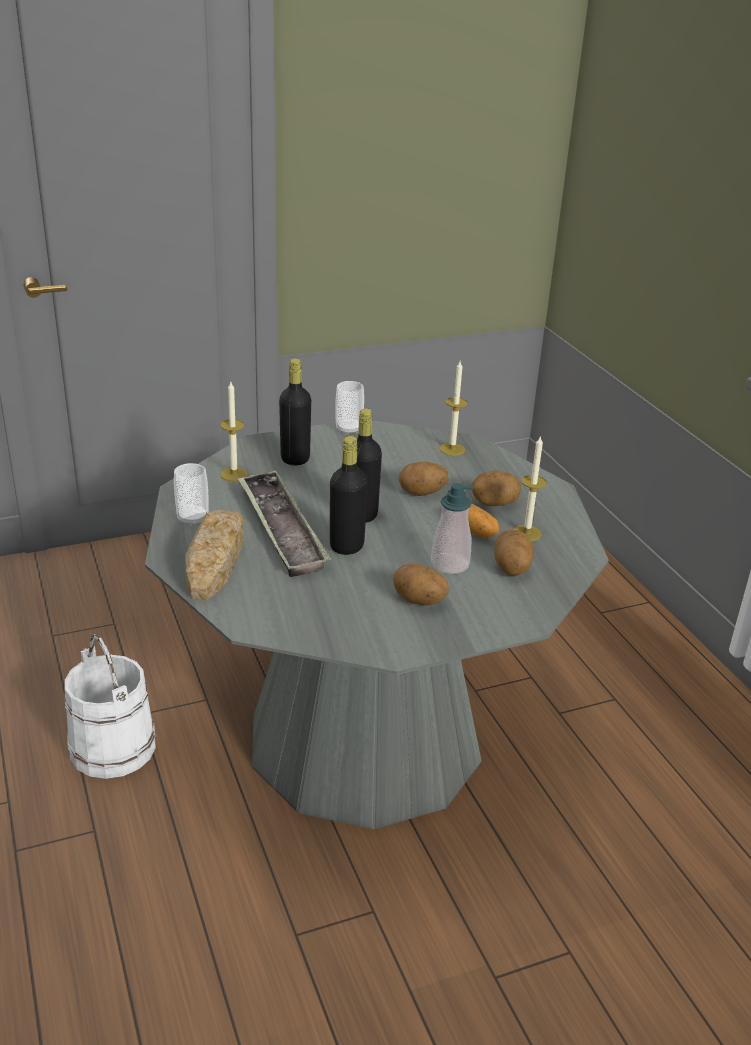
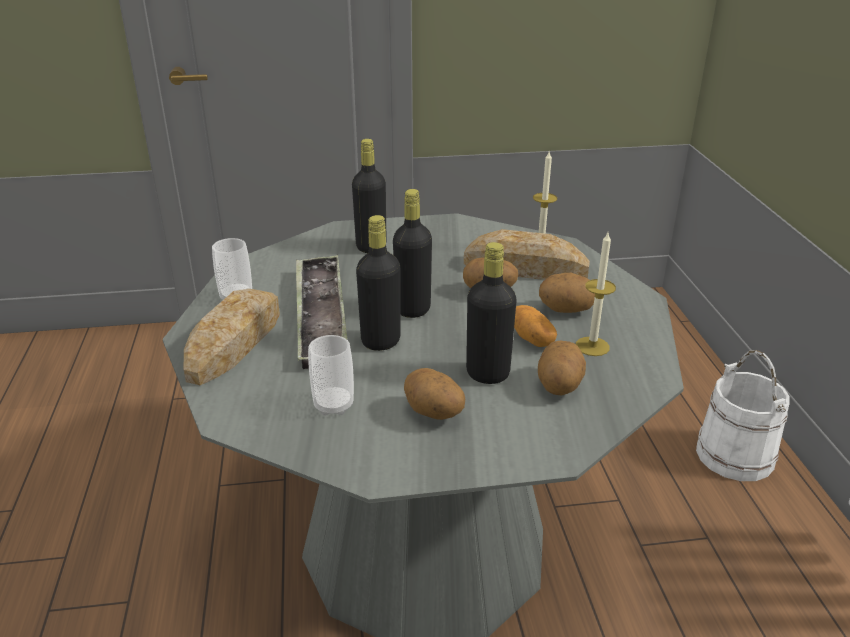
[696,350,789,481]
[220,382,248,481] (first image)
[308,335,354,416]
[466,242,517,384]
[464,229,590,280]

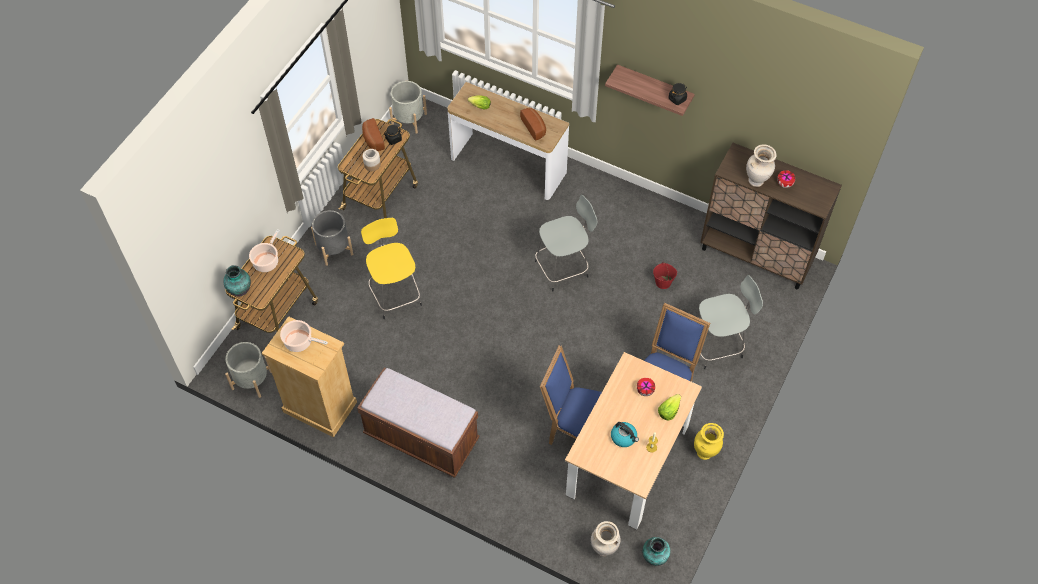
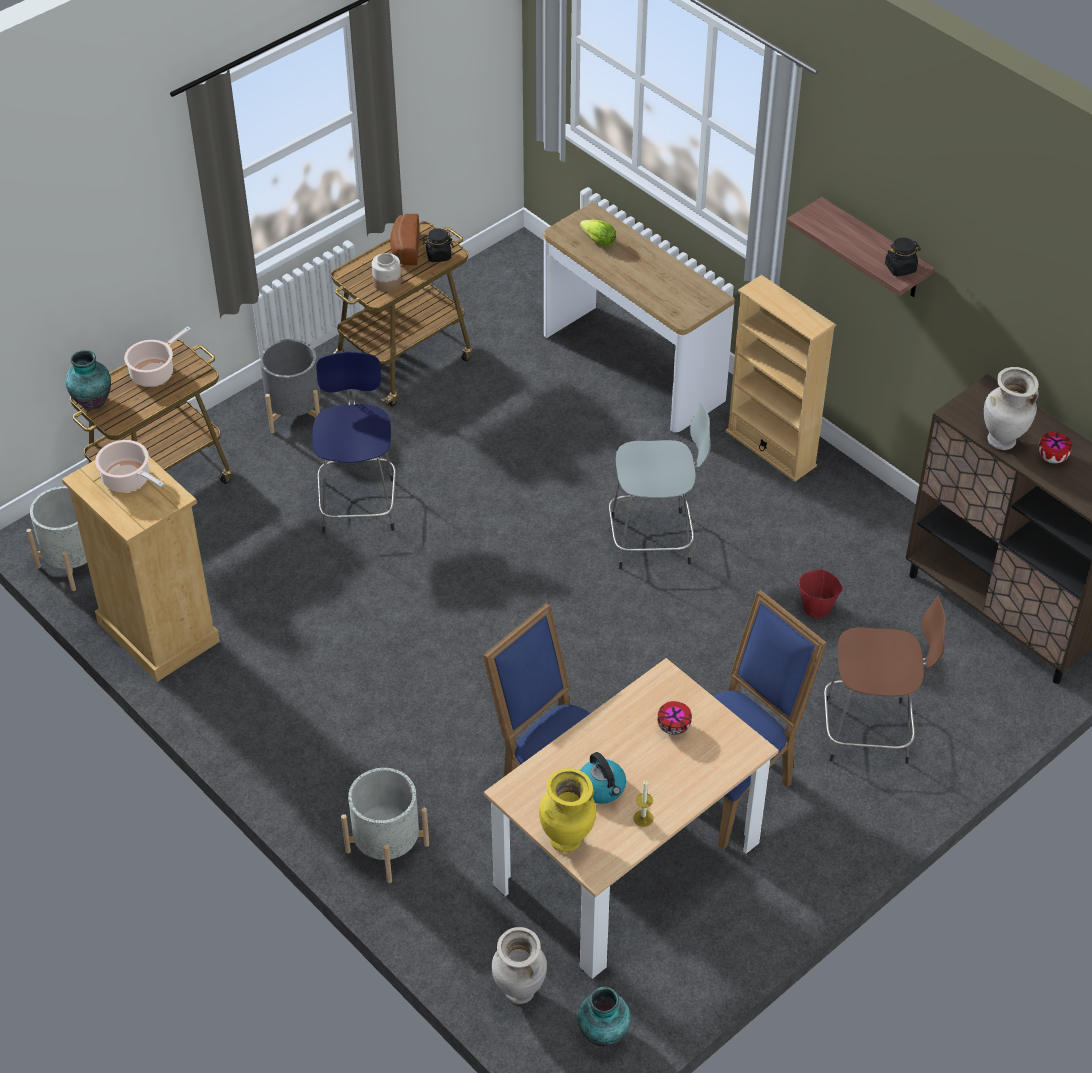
[357,368,480,478] (first image)
[312,352,396,534]
[341,768,429,883]
[520,108,546,141] (first image)
[658,394,681,421] (first image)
[539,768,596,853]
[824,596,946,764]
[726,275,836,482]

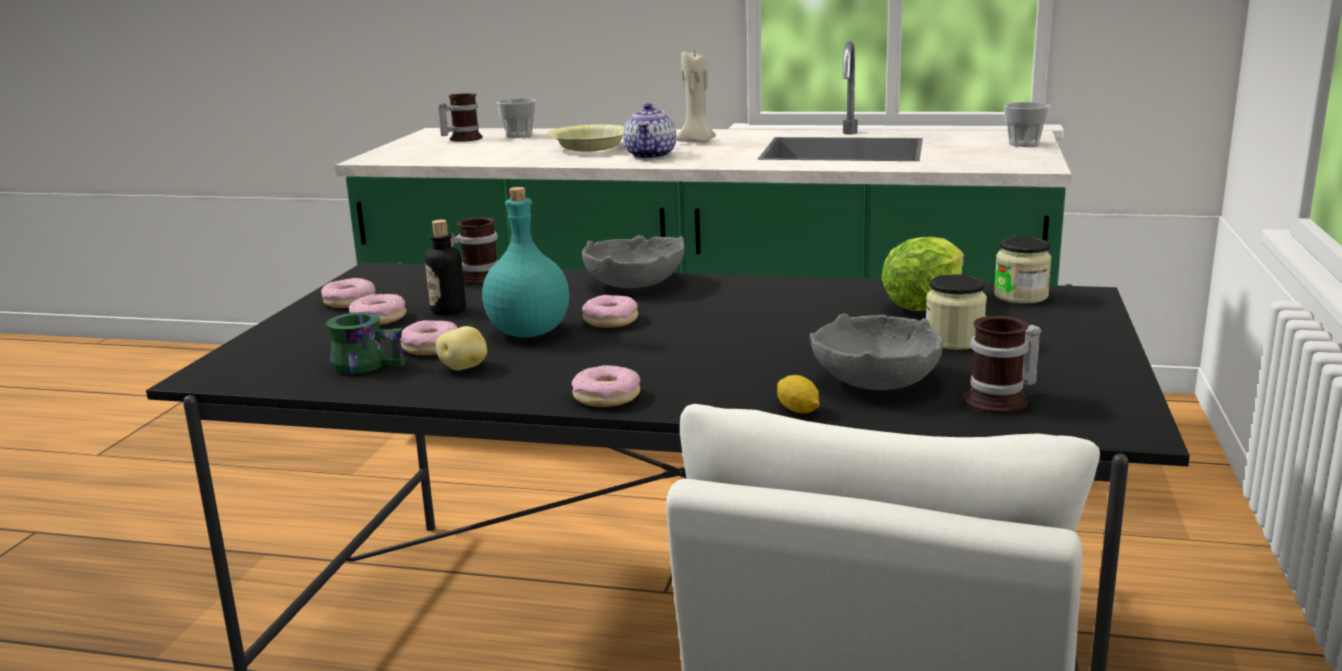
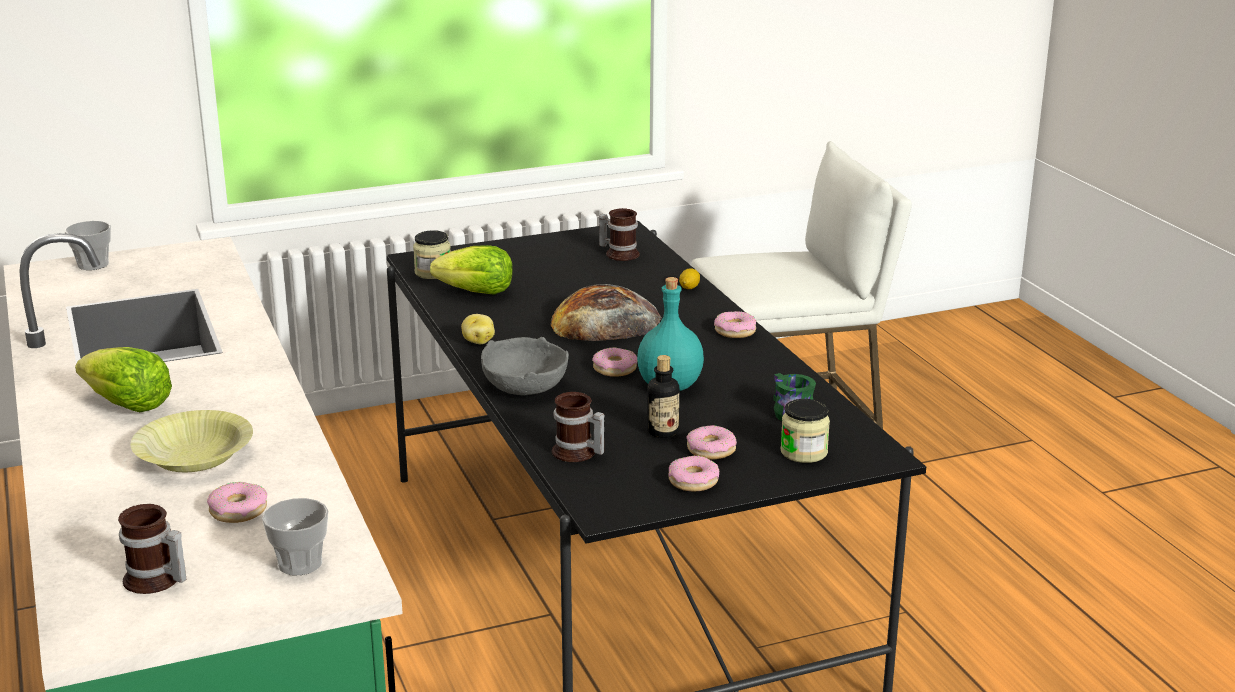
[207,482,267,523]
[461,314,495,344]
[262,498,329,575]
[623,103,676,159] (first image)
[75,347,172,412]
[810,313,943,390] (first image)
[781,399,830,463]
[550,284,662,341]

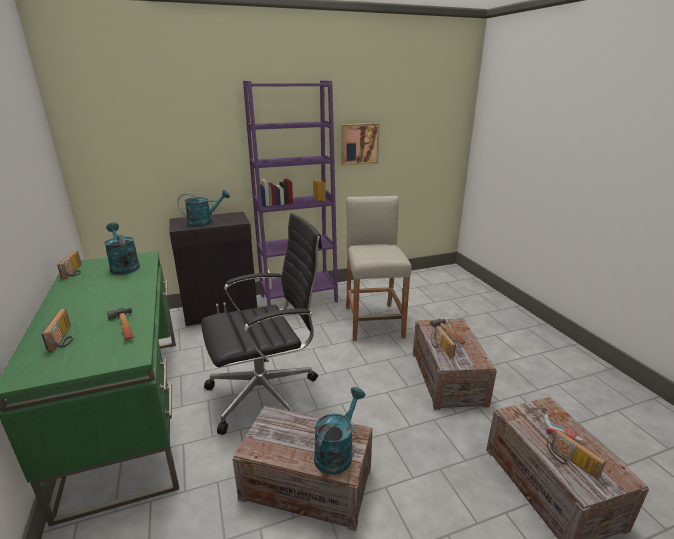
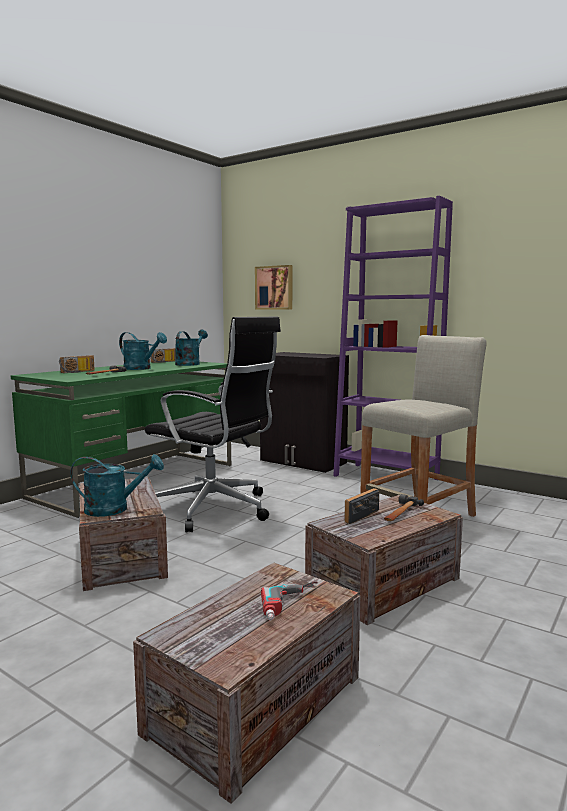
[119,332,167,370]
[255,265,292,310]
[547,430,606,479] (first image)

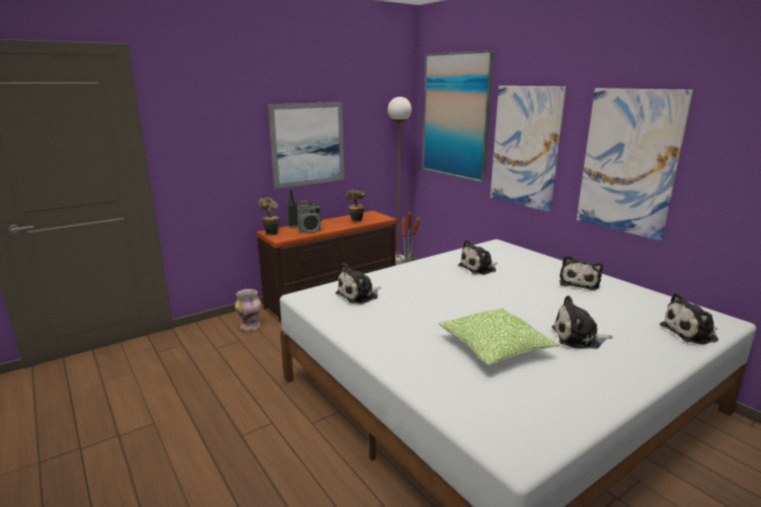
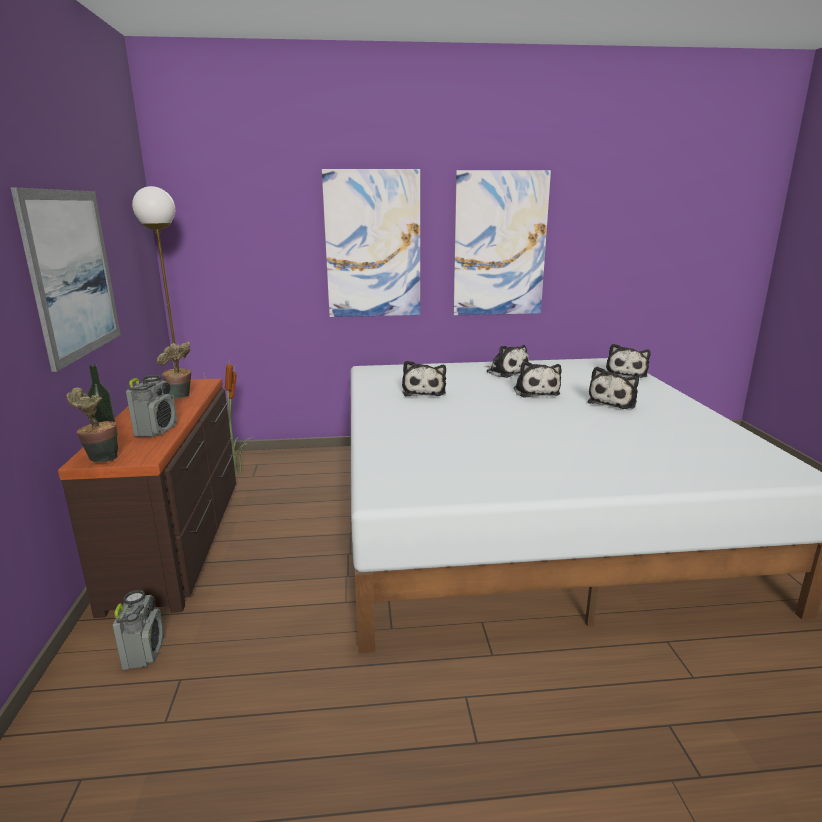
[112,590,164,670]
[514,361,562,398]
[422,50,495,183] (first image)
[438,308,559,365] (first image)

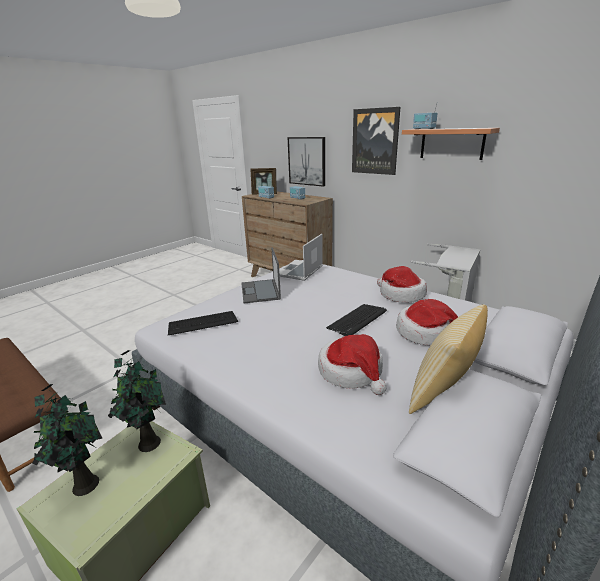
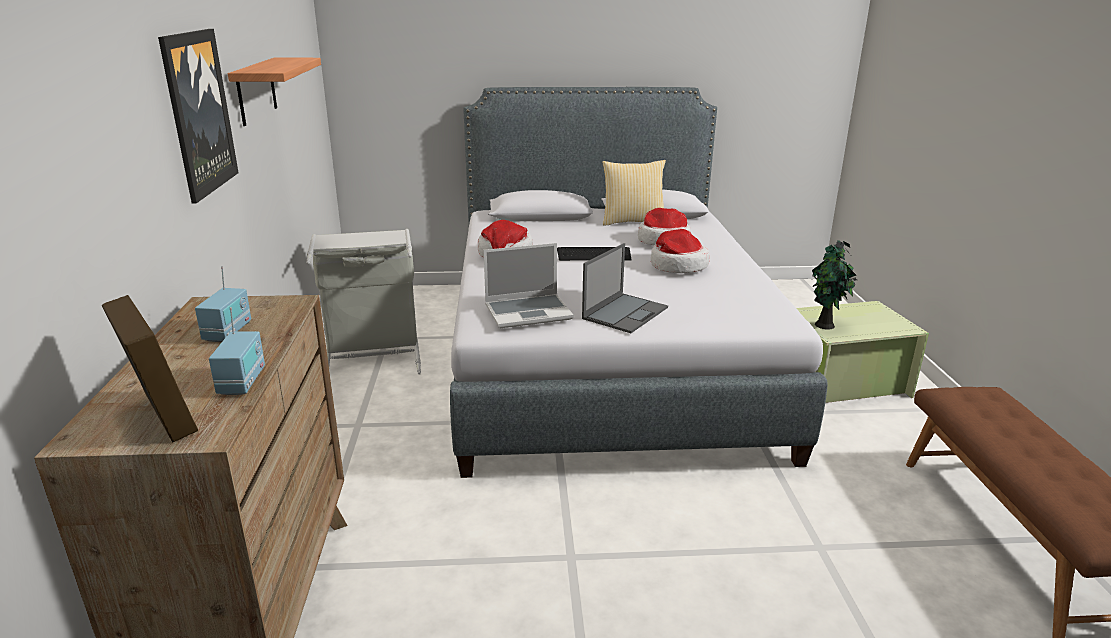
[33,384,102,496] (first image)
[168,311,238,335] (first image)
[287,137,325,187] (first image)
[651,229,709,273]
[413,104,438,129] (first image)

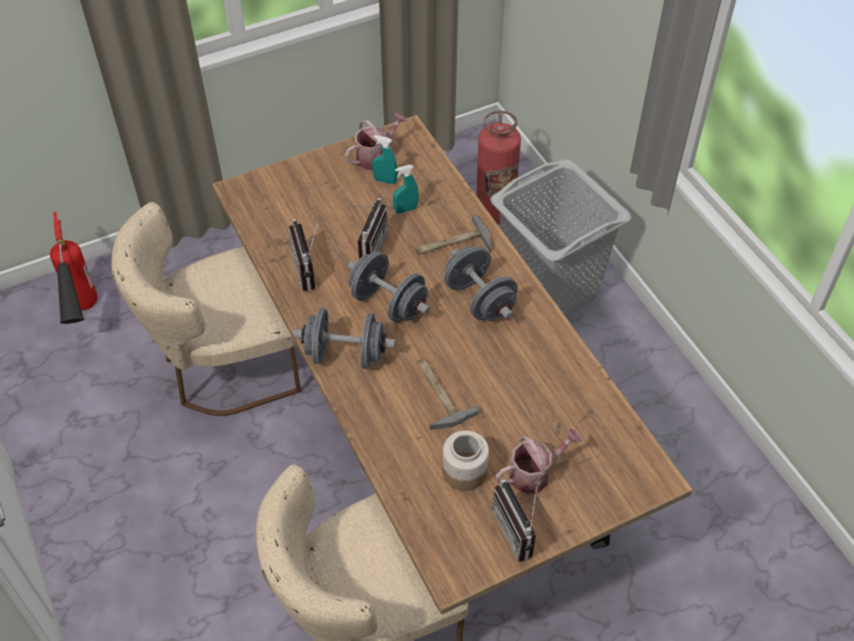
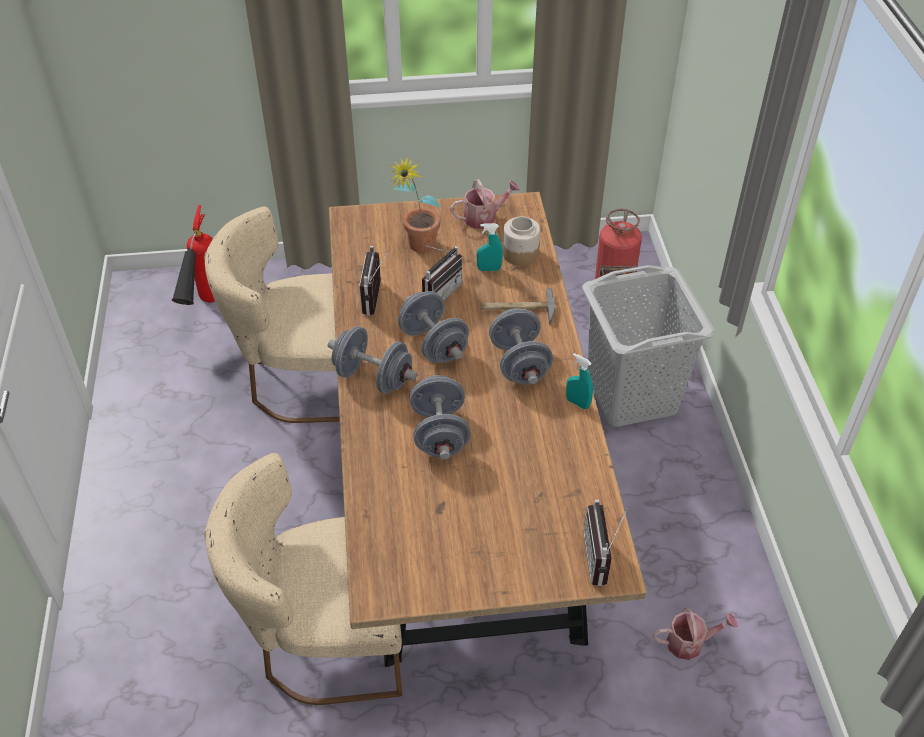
[566,353,593,409]
[409,375,471,460]
[503,216,540,266]
[584,500,628,586]
[653,607,738,660]
[389,155,441,253]

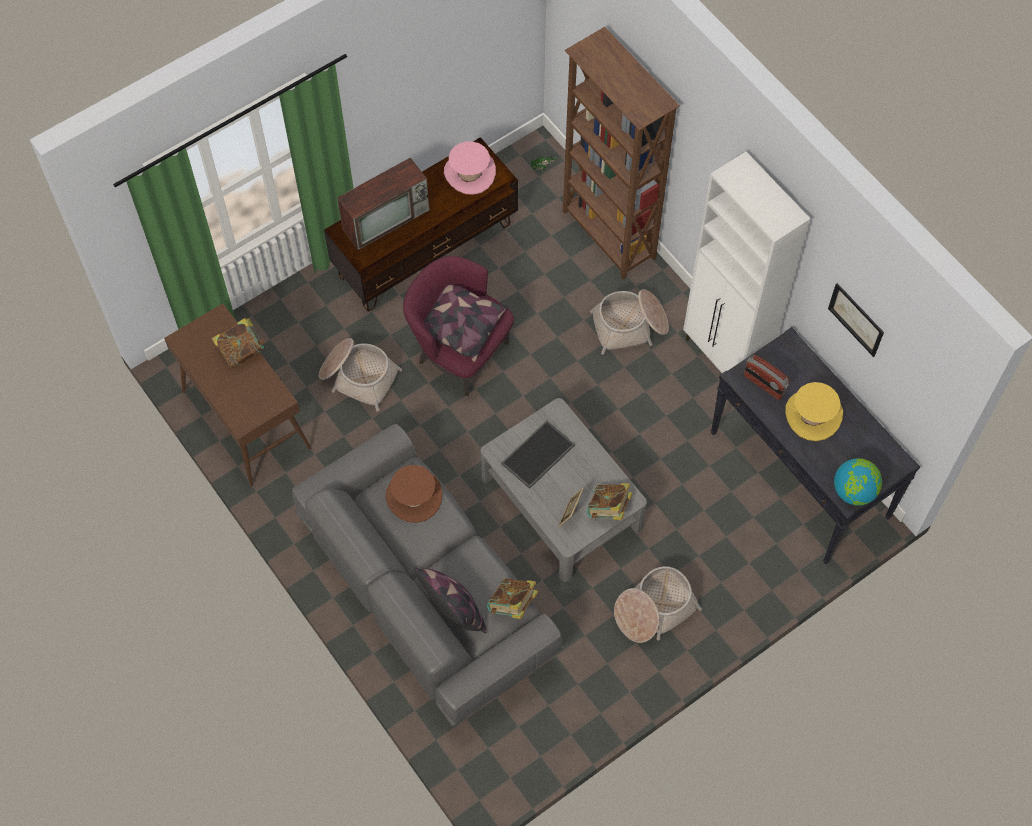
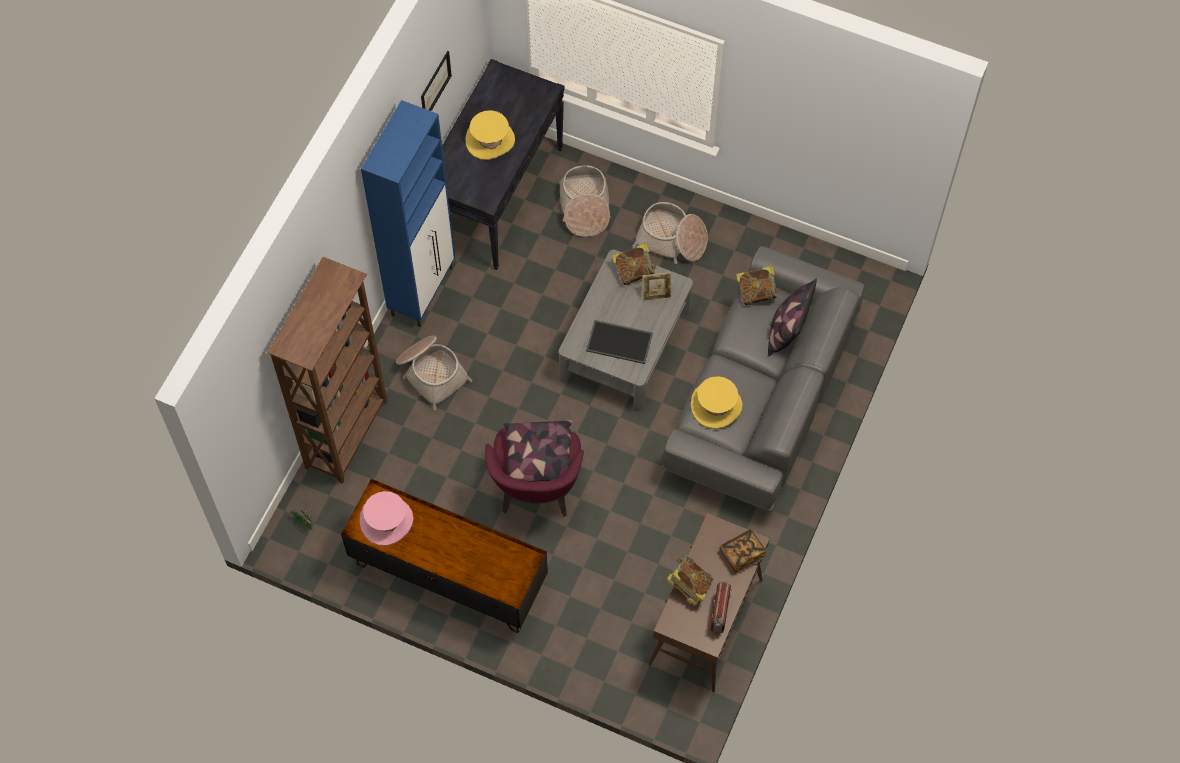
[559,165,611,237]
[337,158,429,250] (first image)
[691,376,743,429]
[361,100,455,327]
[711,581,731,633]
[834,458,882,506] (first image)
[720,529,766,572]

